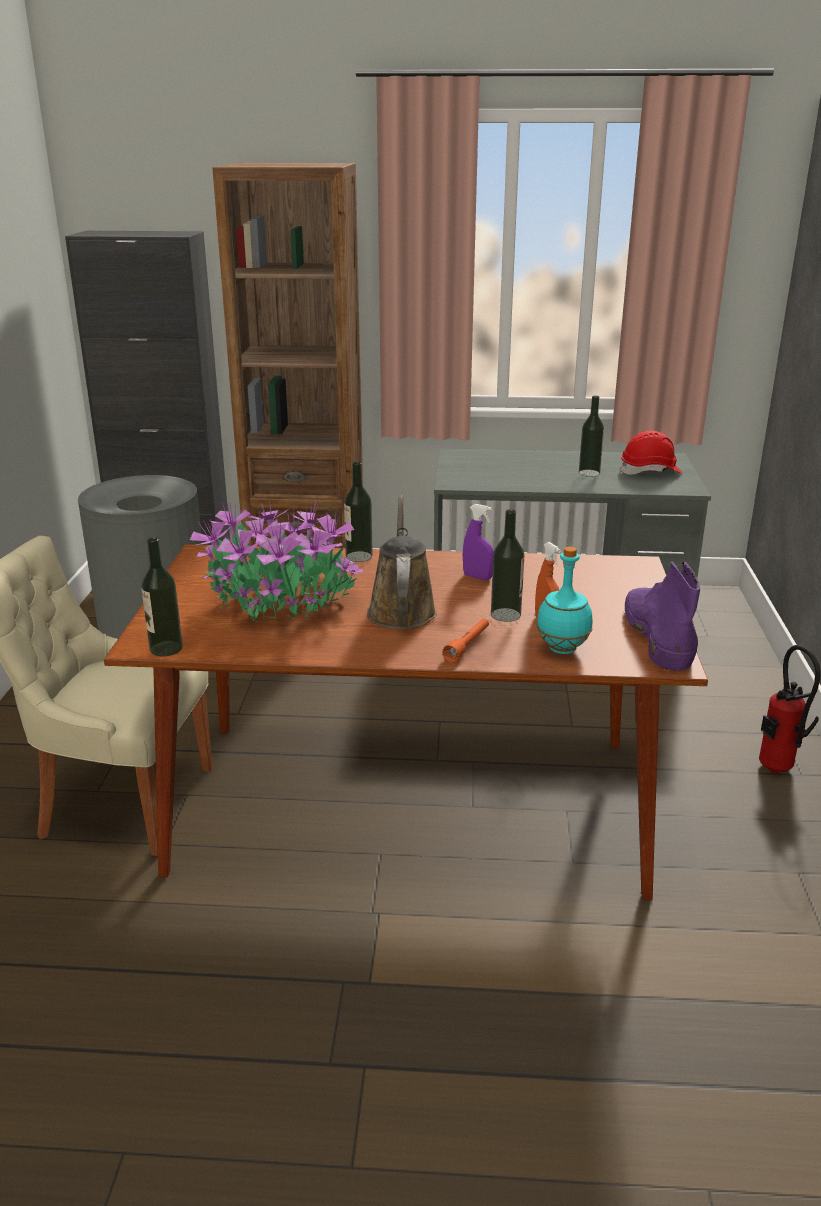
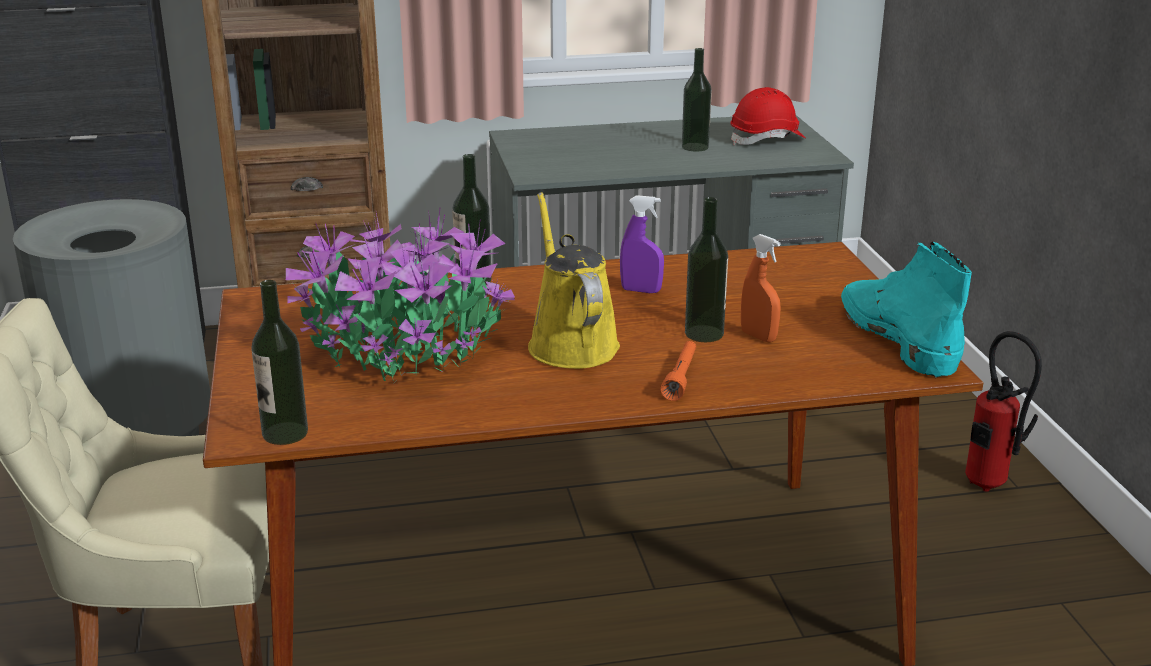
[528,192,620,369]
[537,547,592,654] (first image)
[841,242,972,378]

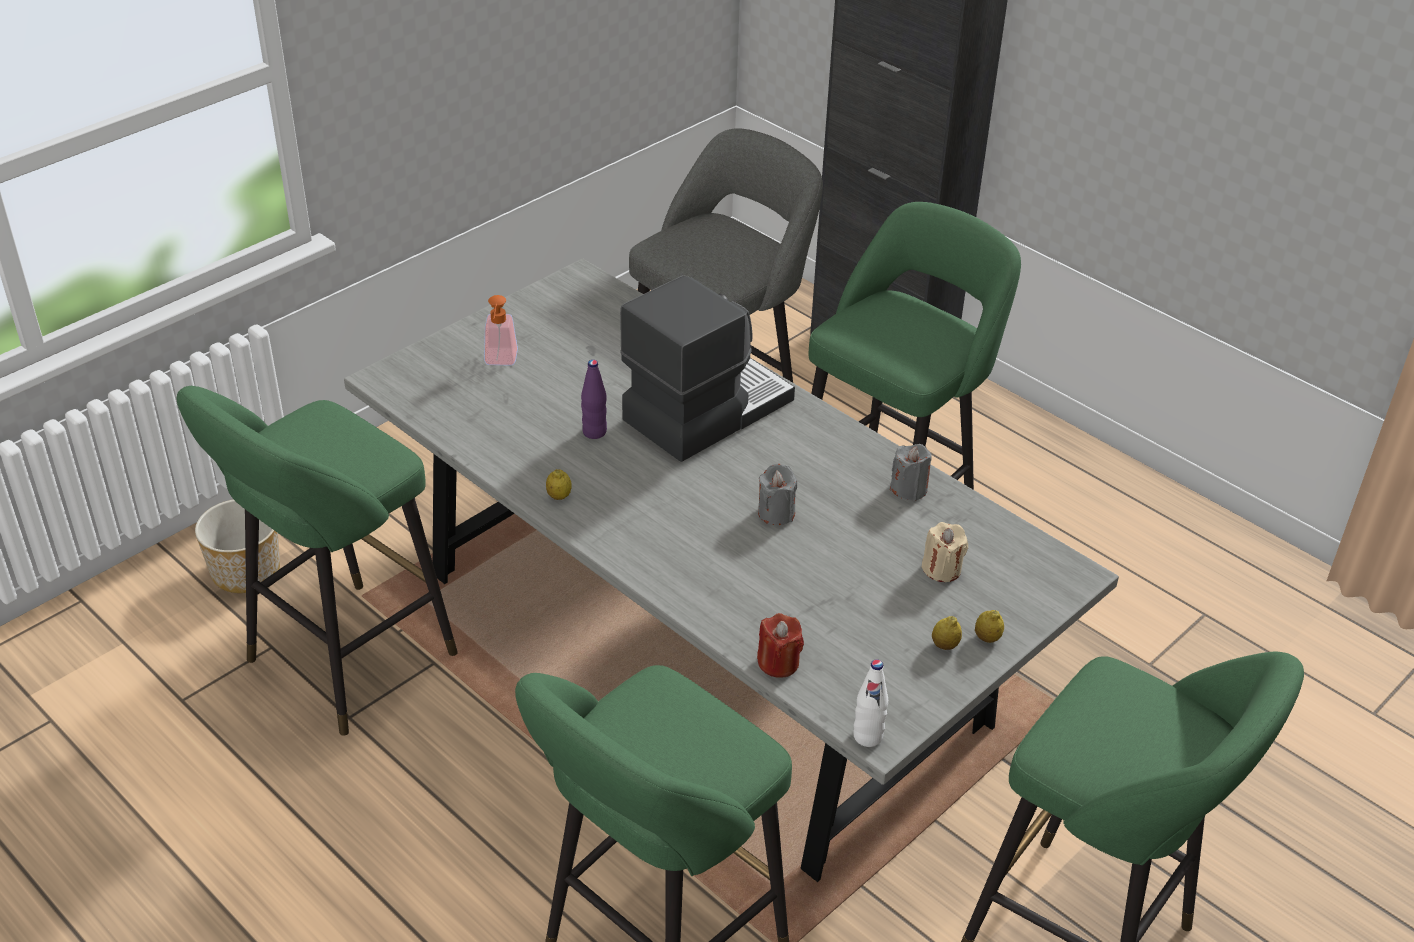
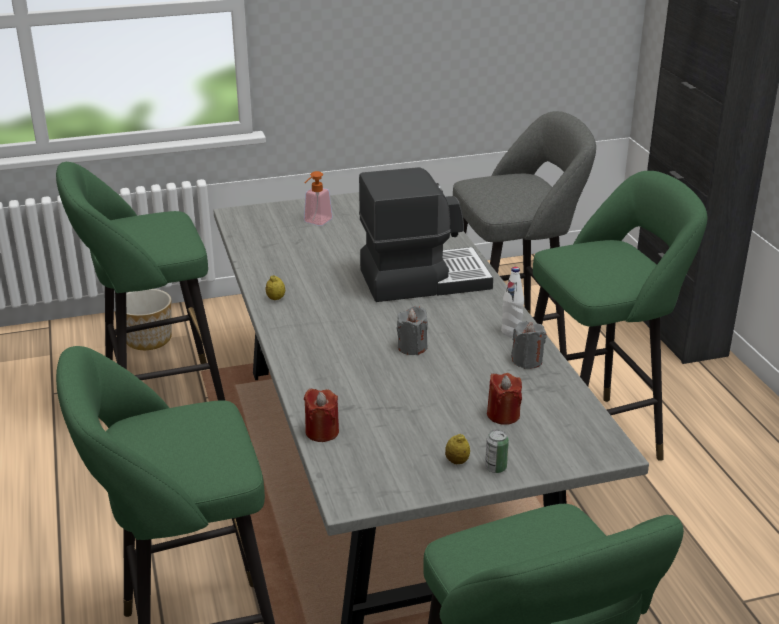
[581,360,607,439] (first image)
[501,267,524,337]
[487,373,522,425]
[485,430,509,473]

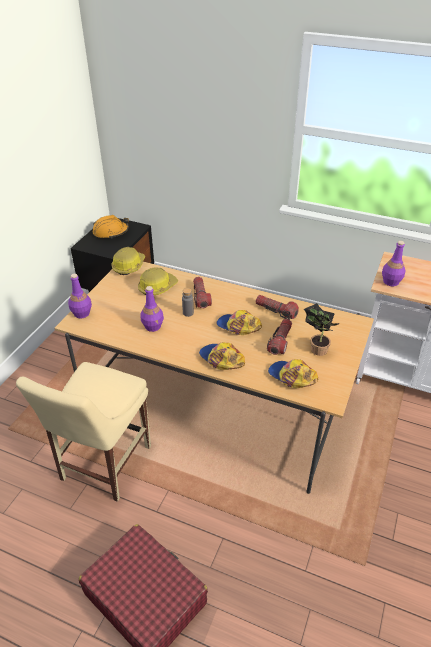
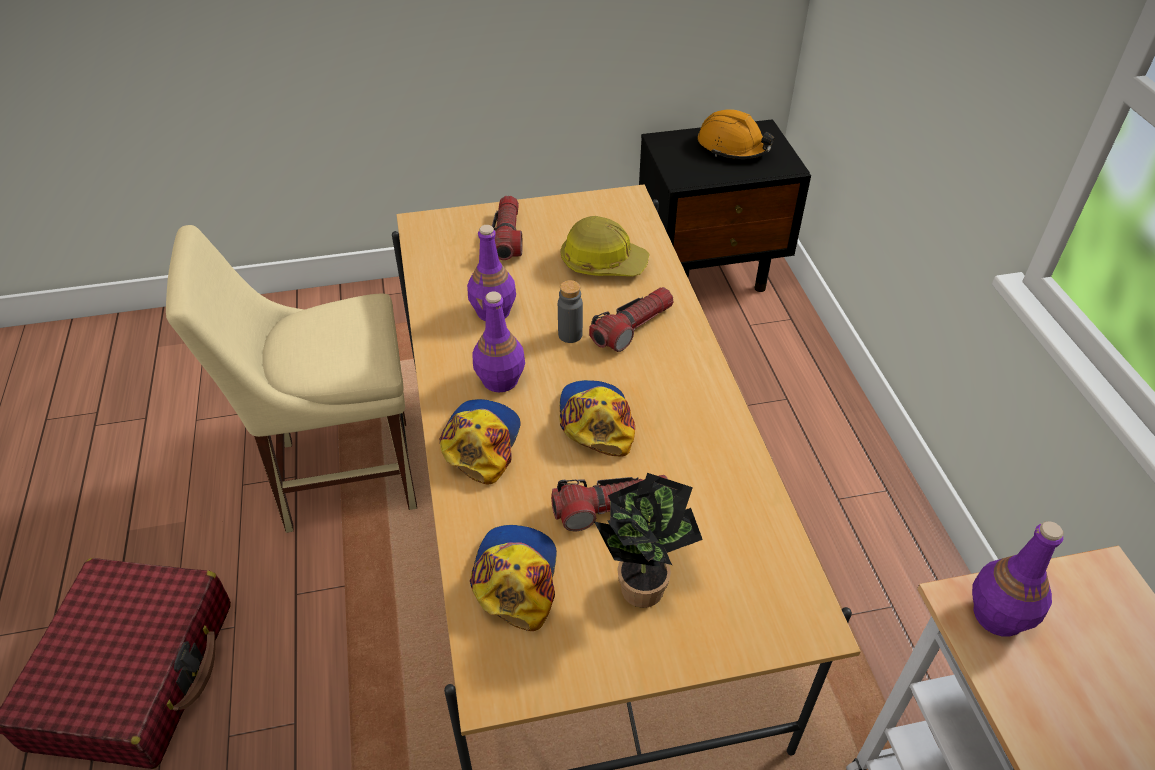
[472,291,525,392]
[111,247,145,275] (first image)
[492,196,523,260]

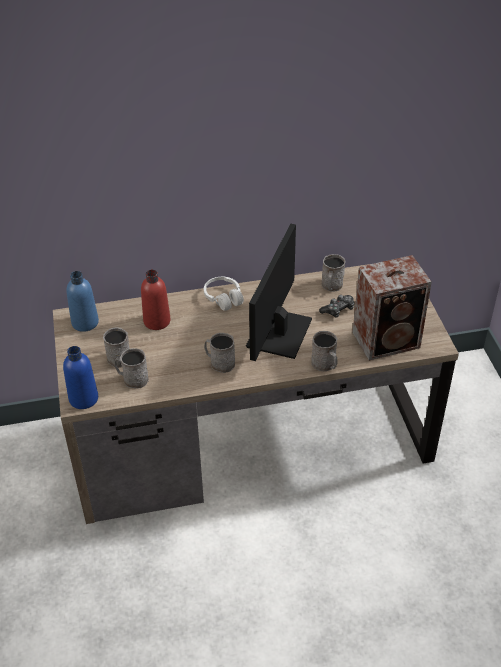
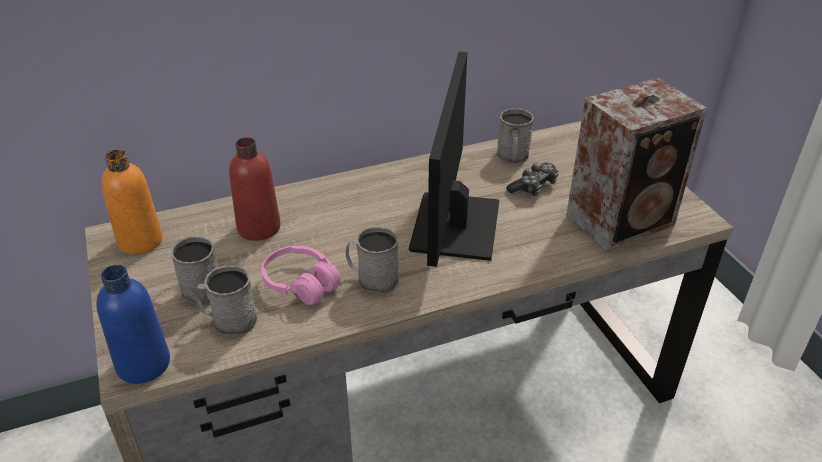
[101,150,163,255]
[204,277,244,311] (first image)
[311,331,338,371] (first image)
[261,246,341,305]

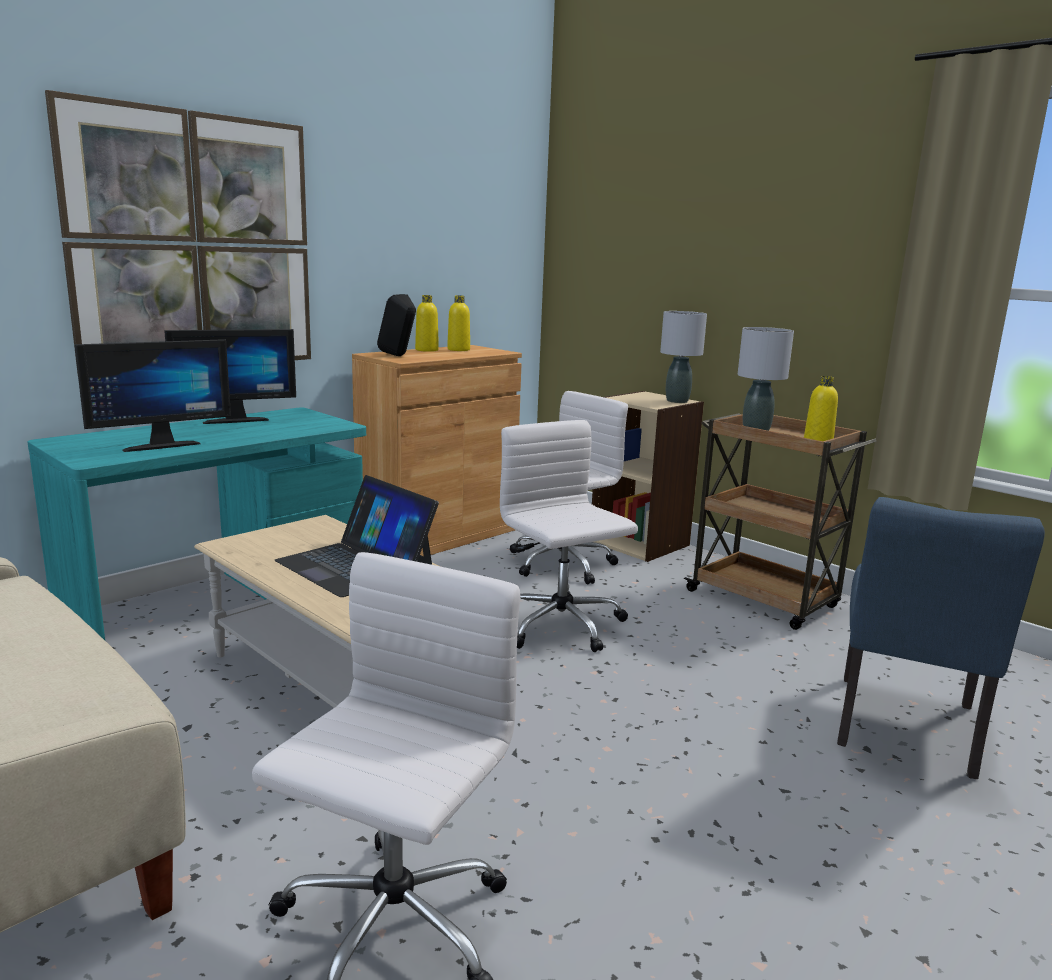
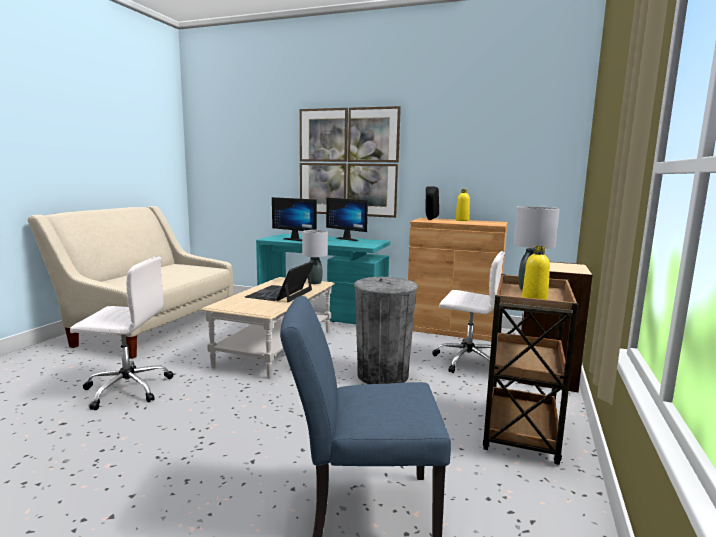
[447,295,470,351] (first image)
[354,277,418,384]
[302,230,328,284]

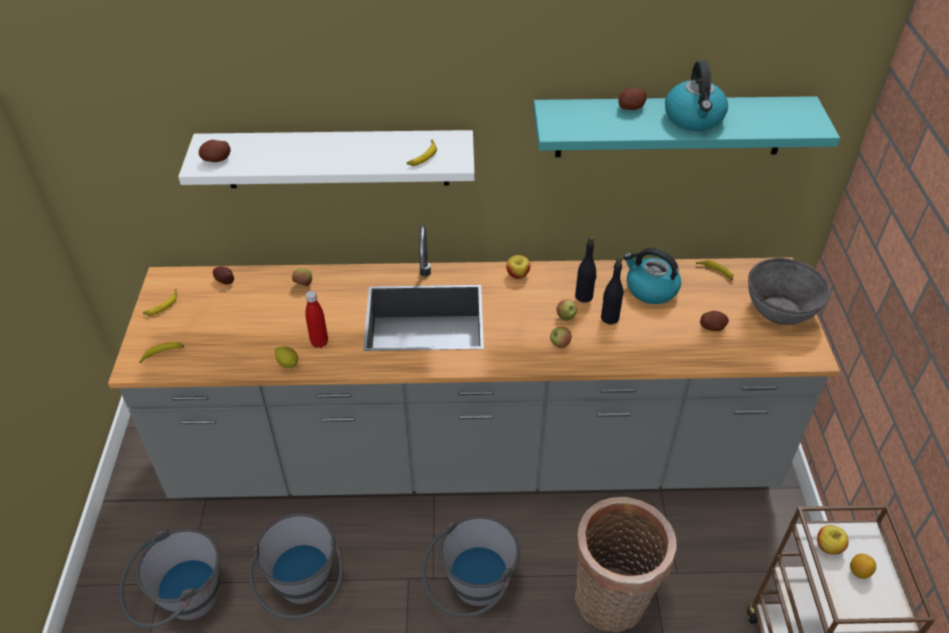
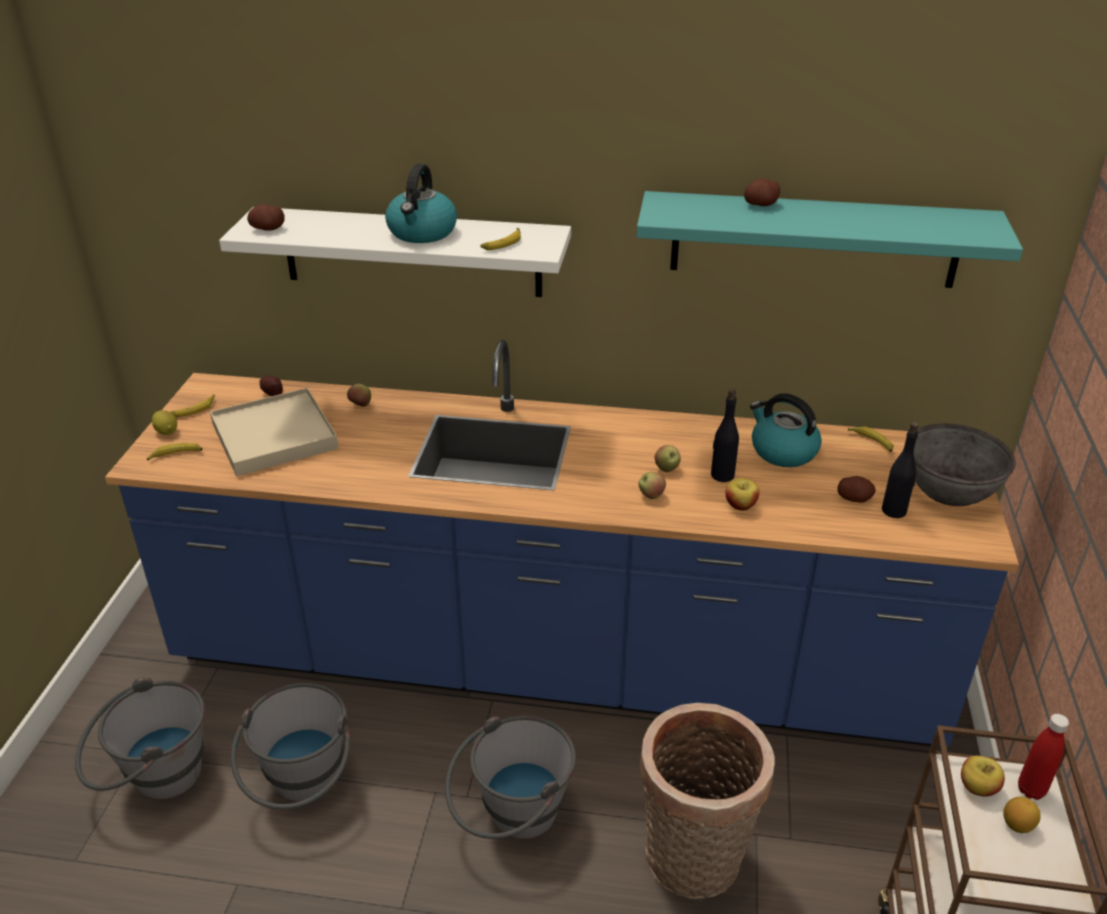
[105,340,1019,746]
[152,410,177,435]
[1018,714,1069,800]
[725,478,760,510]
[882,422,919,518]
[385,164,457,243]
[210,388,339,476]

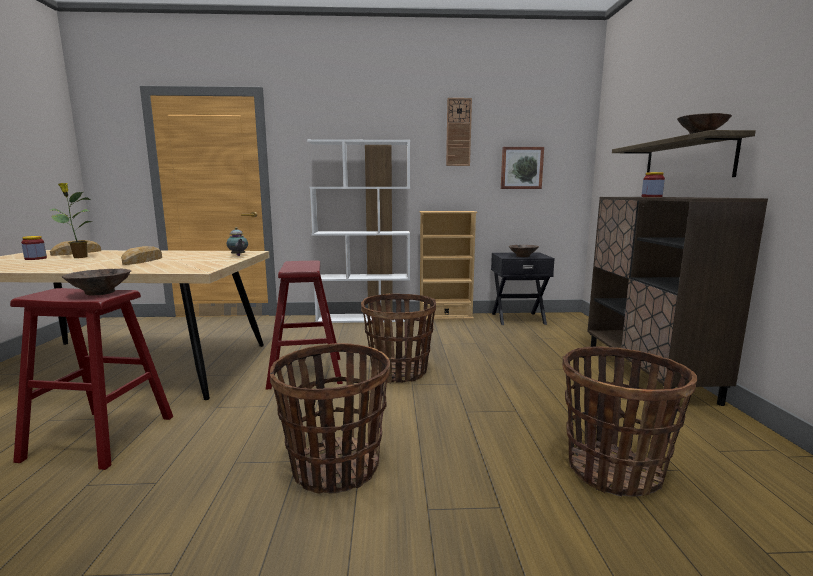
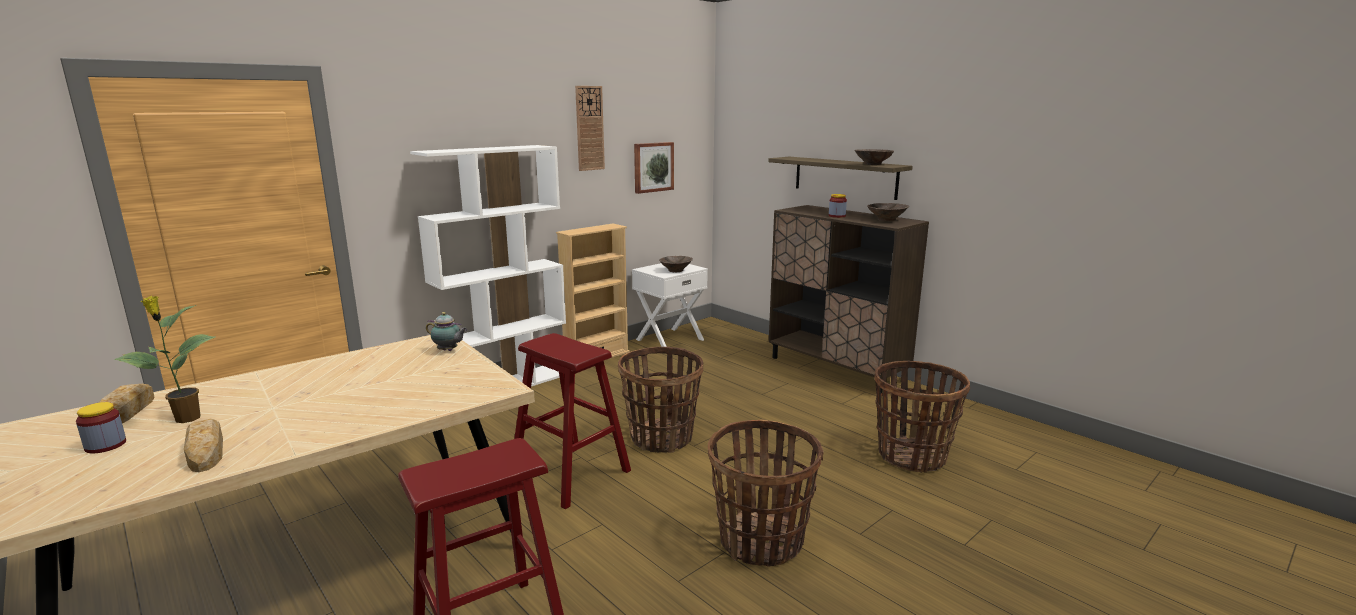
[867,203,909,221]
[184,419,223,472]
[632,263,708,347]

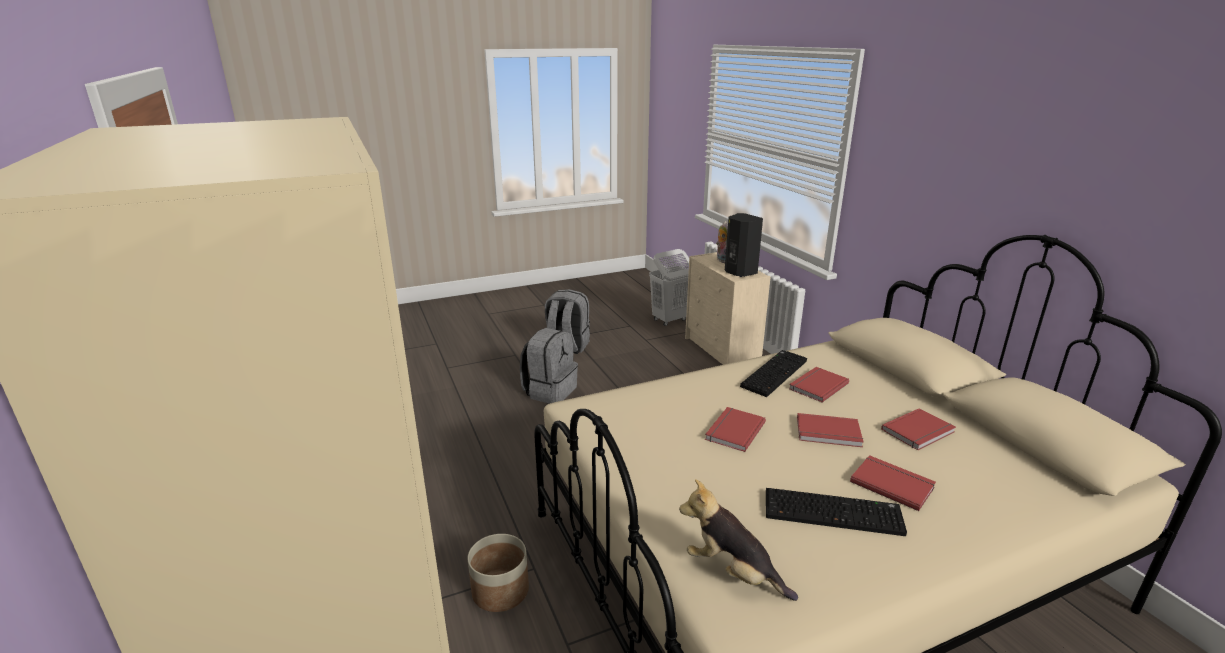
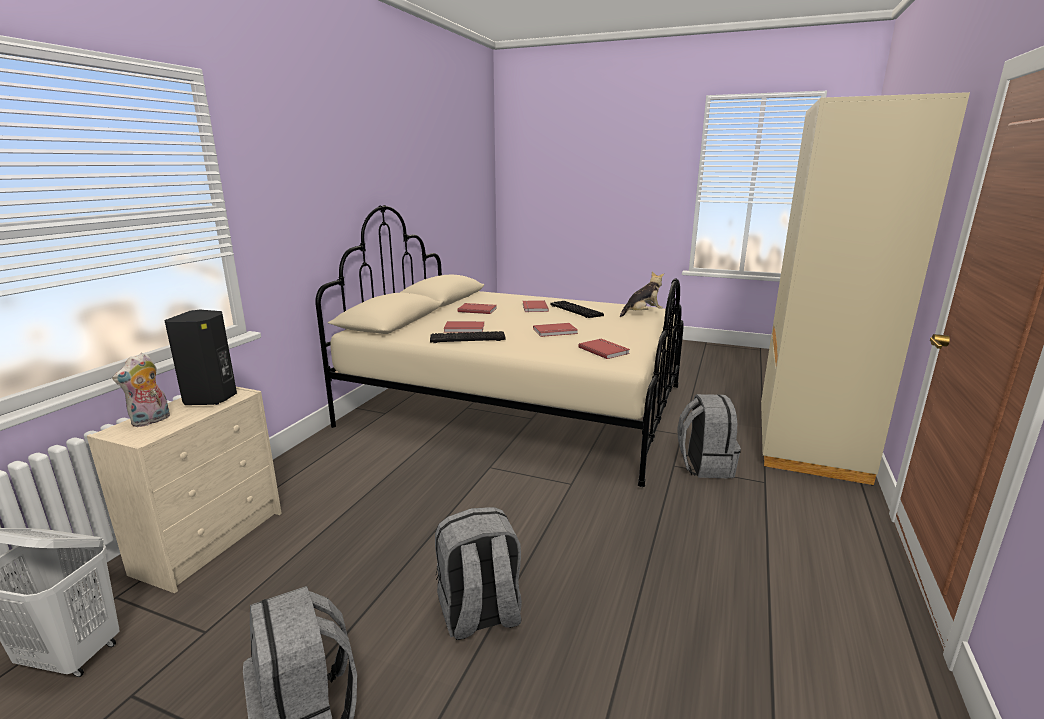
[677,394,741,478]
[620,271,664,317]
[578,339,630,359]

